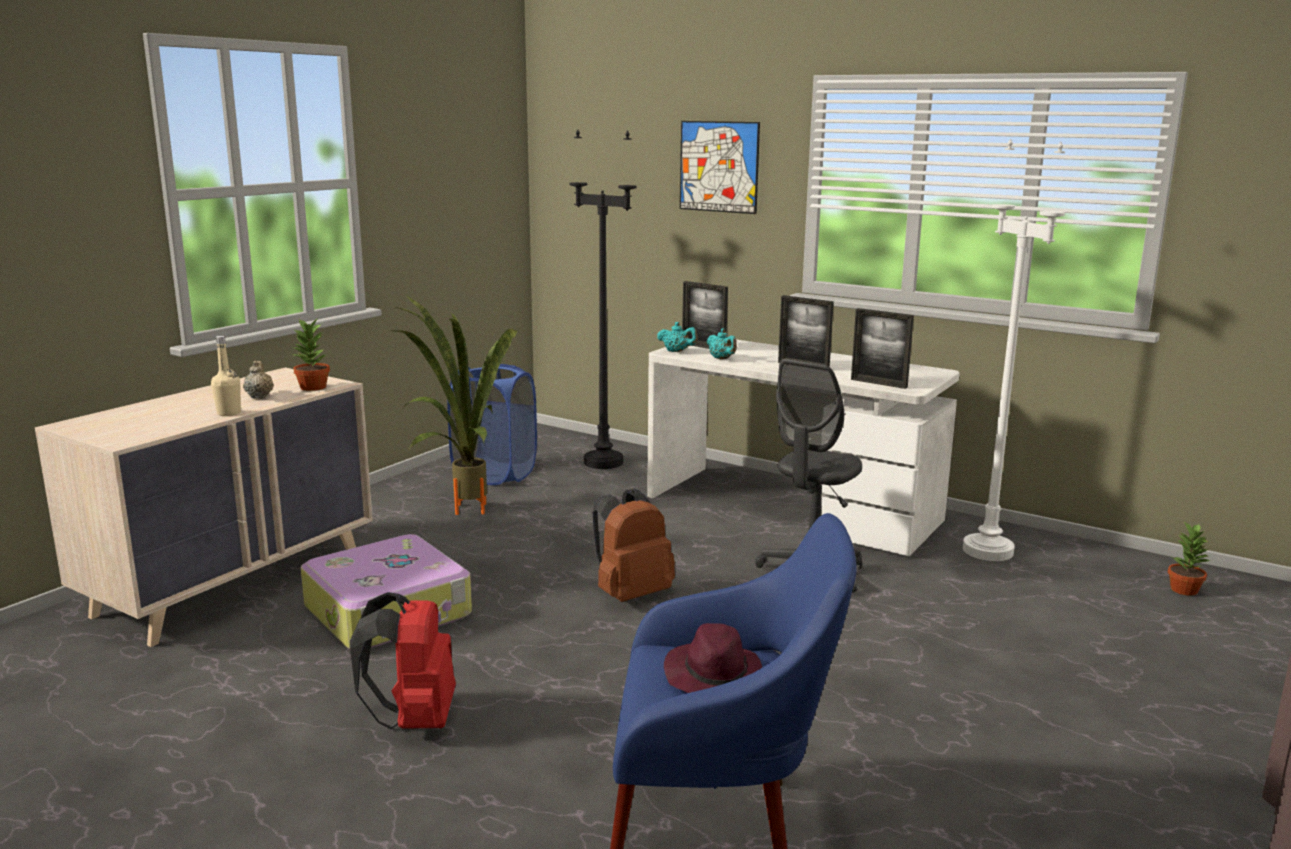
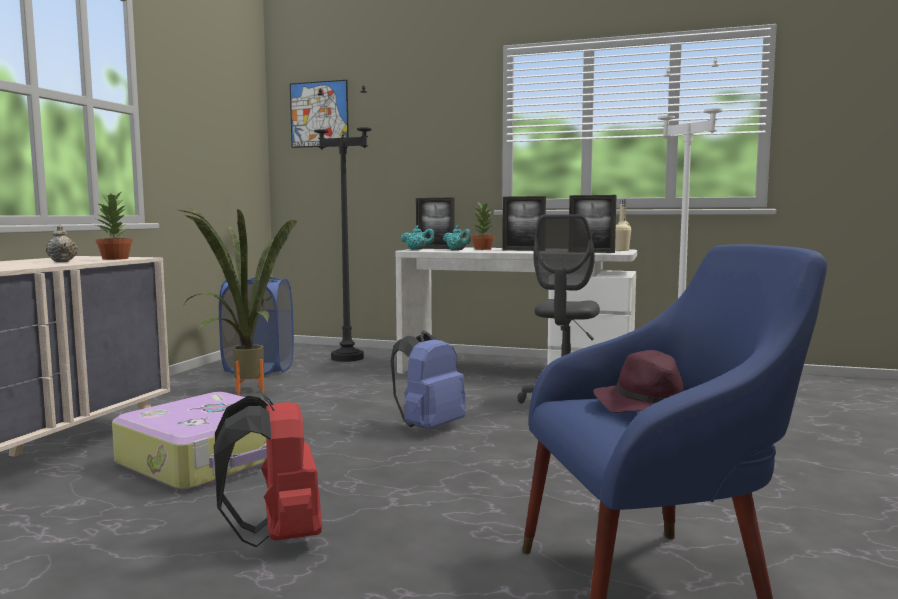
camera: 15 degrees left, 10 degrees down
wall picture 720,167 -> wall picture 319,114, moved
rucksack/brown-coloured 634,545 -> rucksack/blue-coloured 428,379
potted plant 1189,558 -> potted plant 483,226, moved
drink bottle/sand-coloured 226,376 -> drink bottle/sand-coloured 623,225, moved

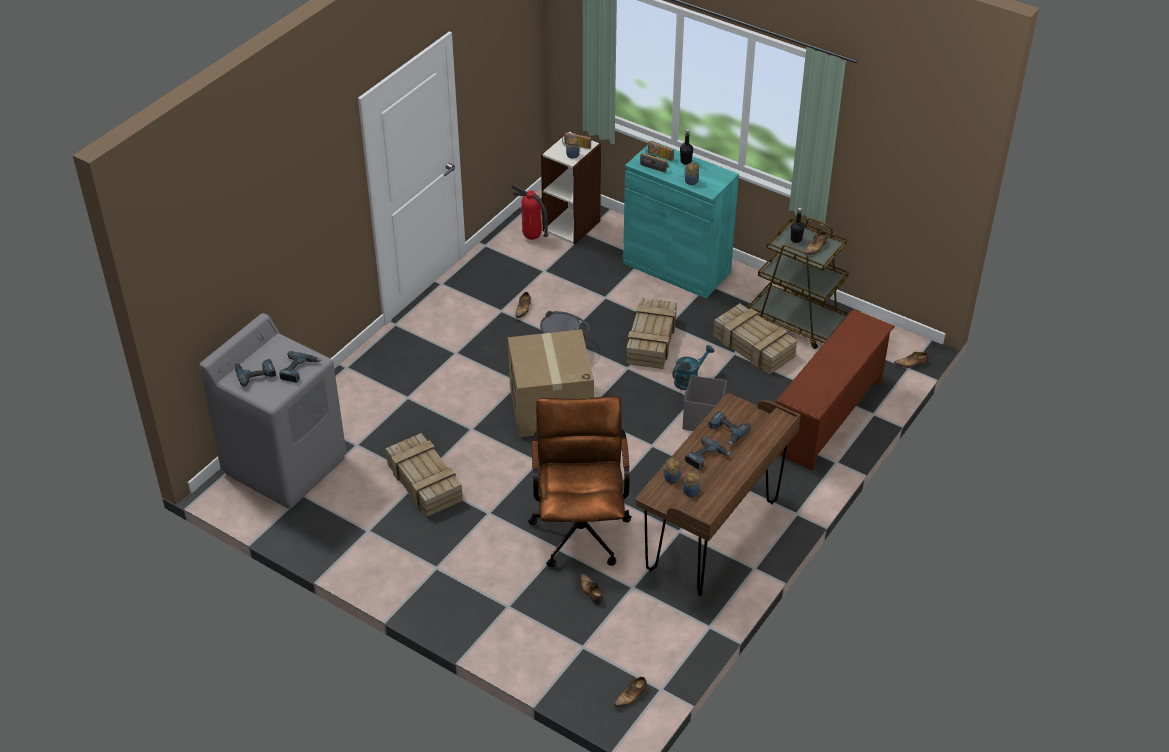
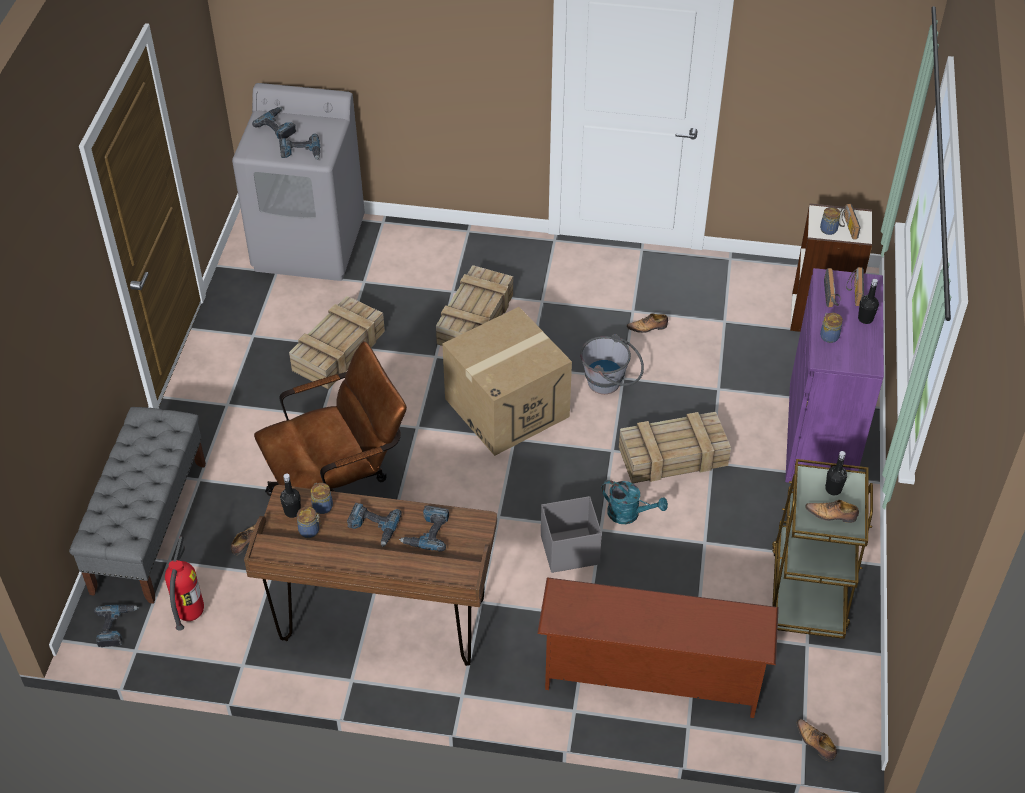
camera: 65 degrees right, 5 degrees up
none -> long seat/grey 137,505
low shoe 630,692 -> power drill 116,625
extinguisher 529,212 -> extinguisher 184,583, moved
none -> drink bottle/black-coloured 290,496
packing crate 755,338 -> packing crate 474,305, moved
cupboard/blue-green 681,219 -> cupboard/purple-coloured 834,375

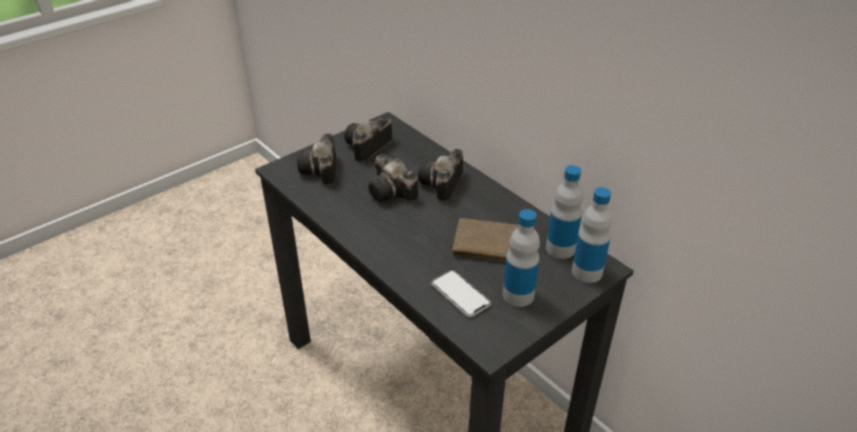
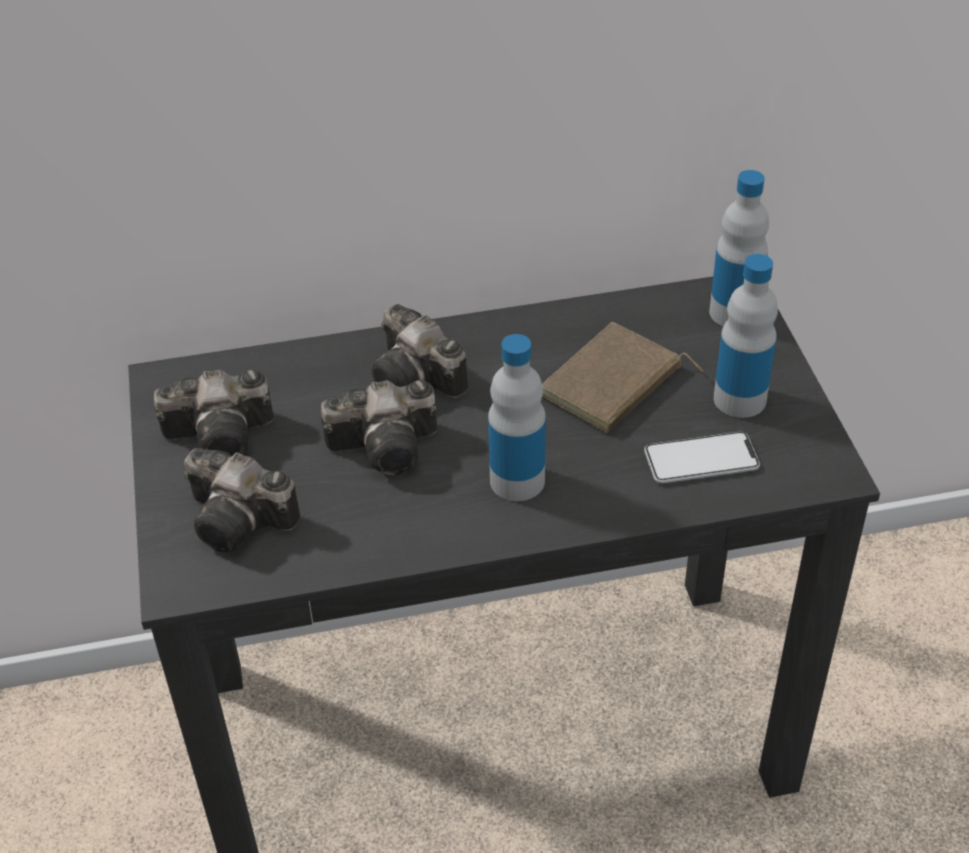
camera: 60 degrees left, 5 degrees up
still camera 368,140 -> still camera 213,412, 75 degrees counterclockwise
drink bottle 564,212 -> drink bottle 517,417, moved

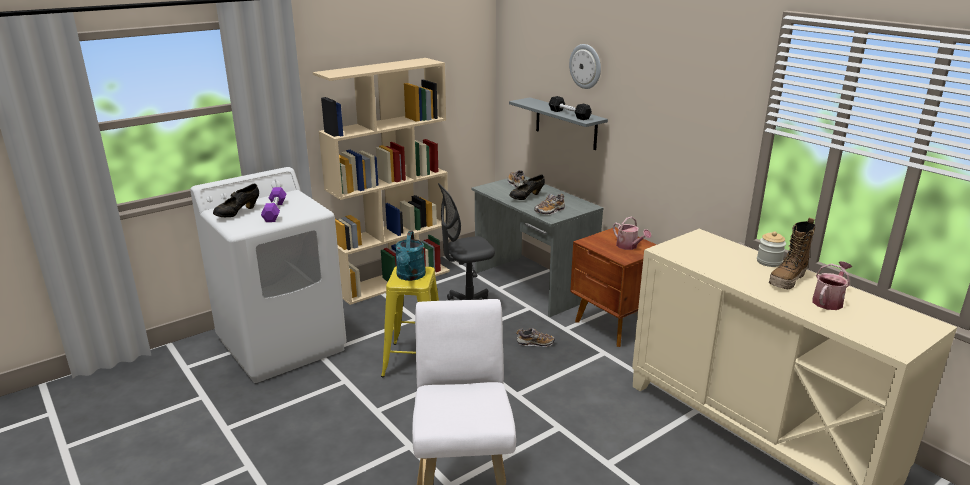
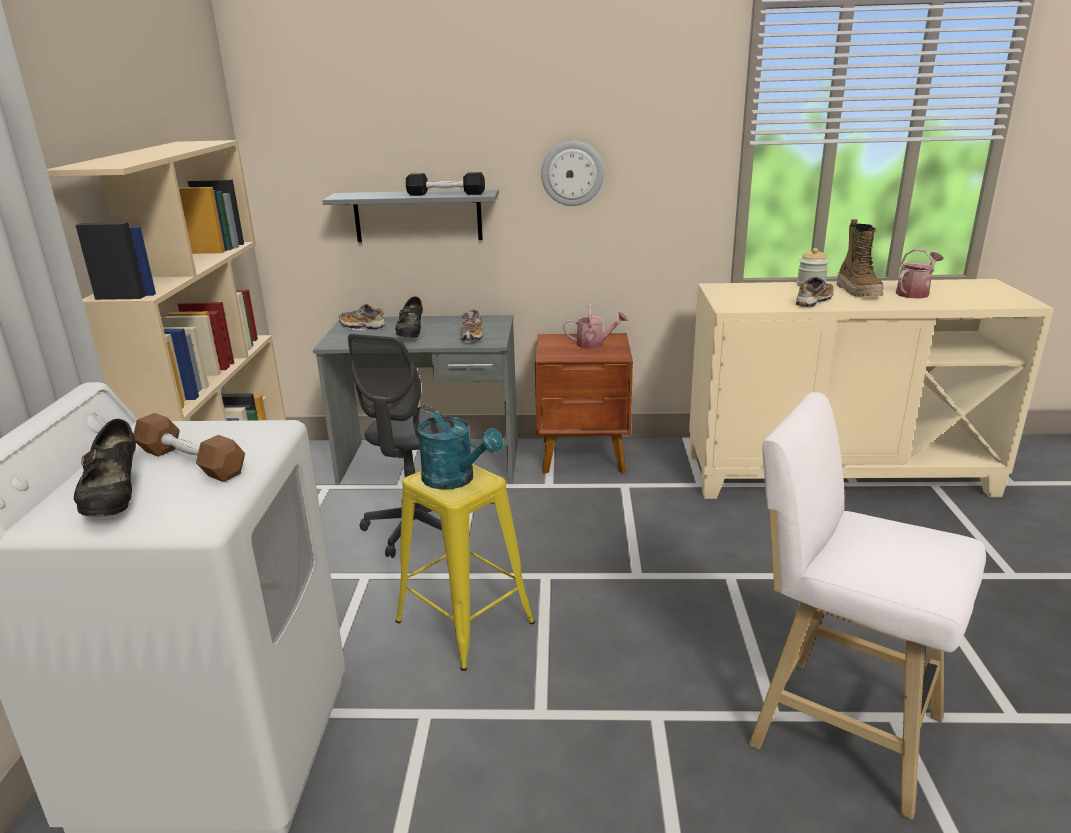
camera: 50 degrees left, 0 degrees up
dumbbell/purple-coloured 274,204 -> dumbbell/brown-coloured 189,447
clock on the wall 585,66 -> clock on the wall 572,173, moved
low shoe 535,337 -> low shoe 815,291, moved
watering can 832,285 -> watering can 920,274, 60 degrees clockwise

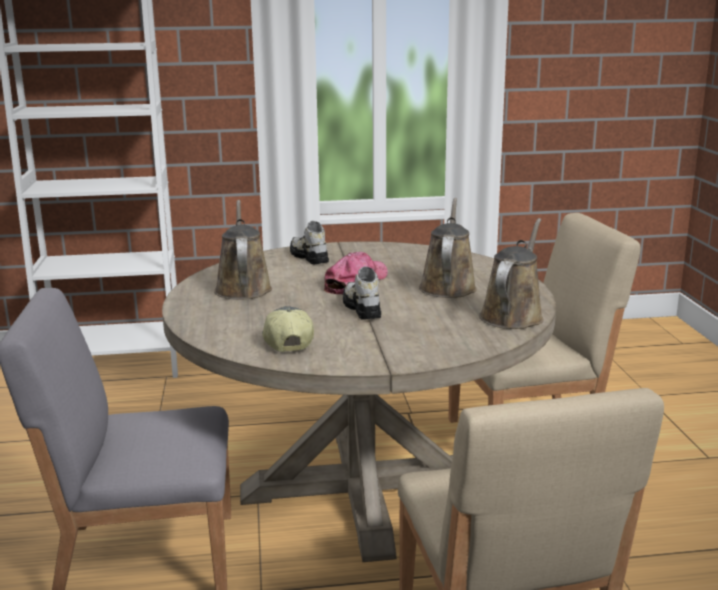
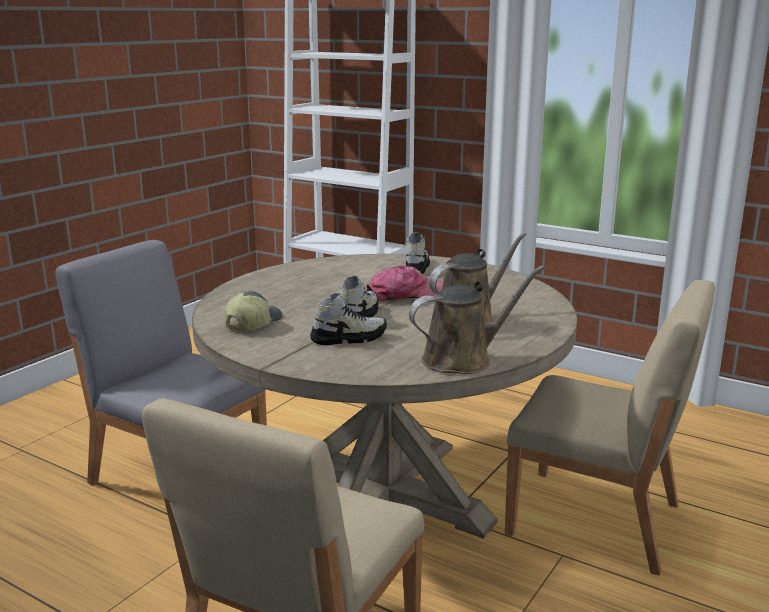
camera: 40 degrees right, 0 degrees up
none -> low shoe 348,319
watering can/brown-coloured 243,250 -> none

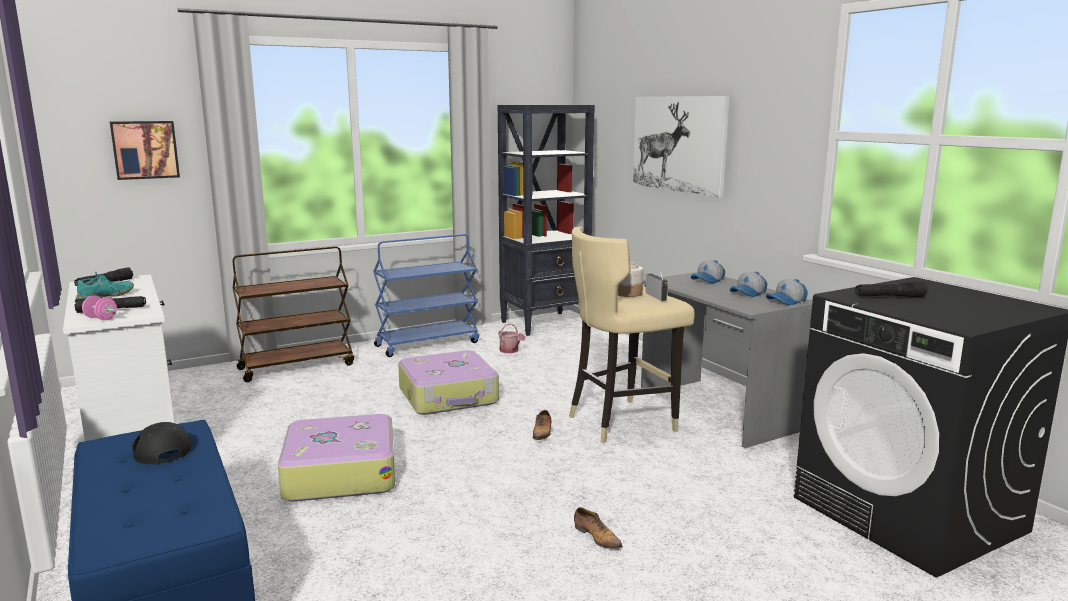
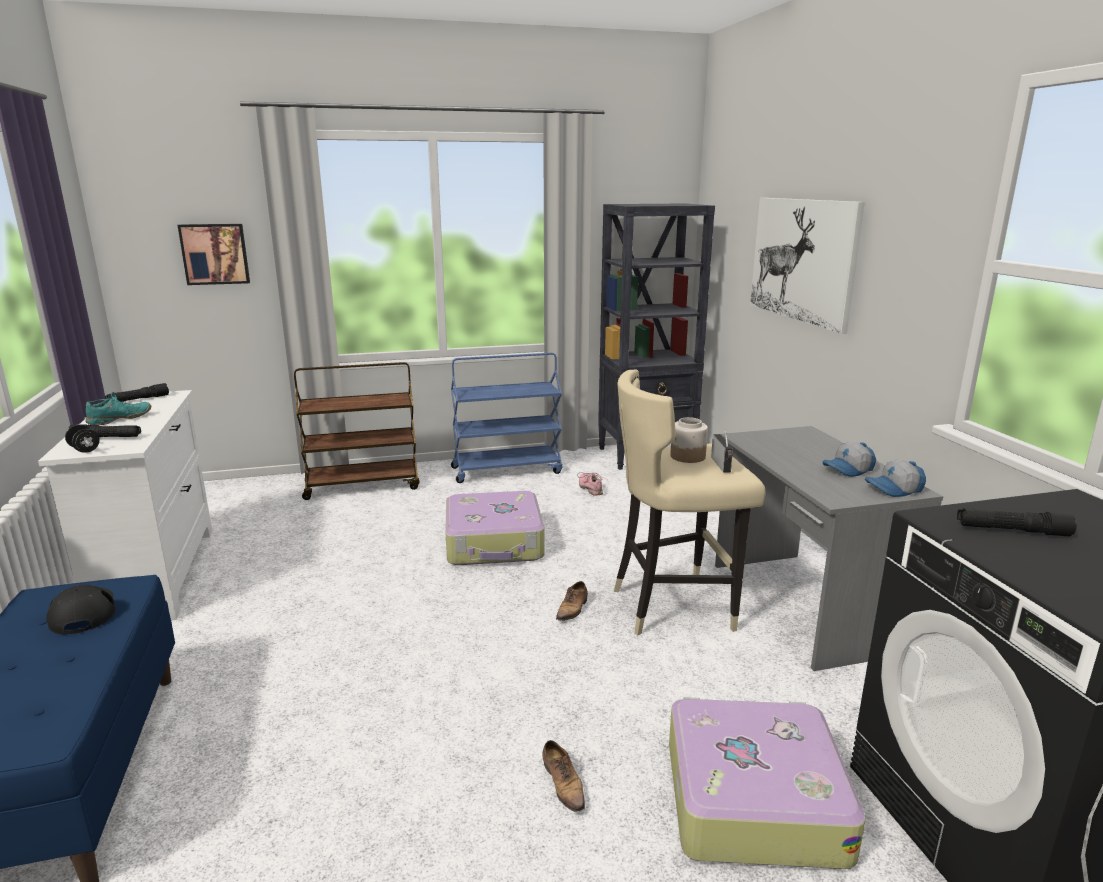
camera: 15 degrees right, 5 degrees up
dumbbell/pink 99,307 -> dumbbell/black-coloured 82,439
watering can 511,338 -> low shoe/pink 591,484
suitcase 336,458 -> suitcase 767,783, moved
cap 708,272 -> none

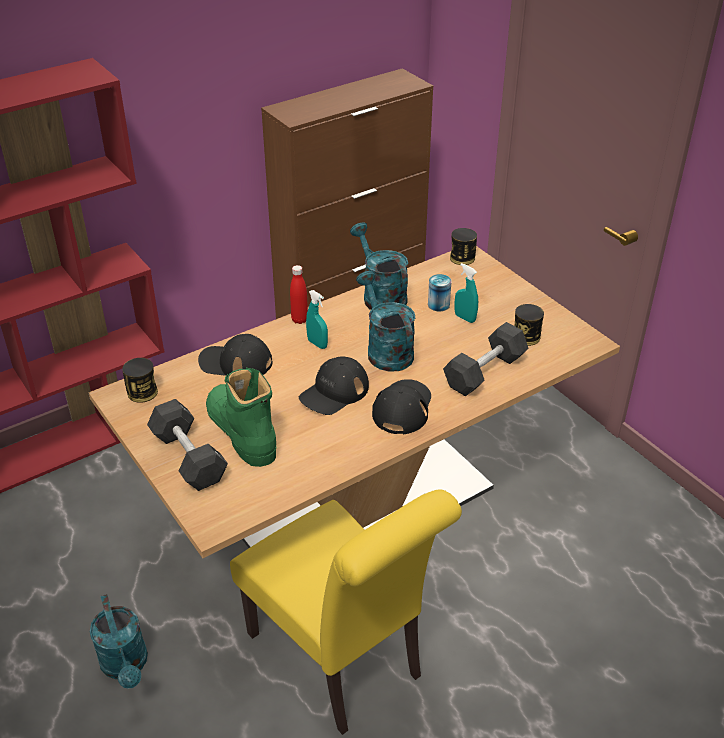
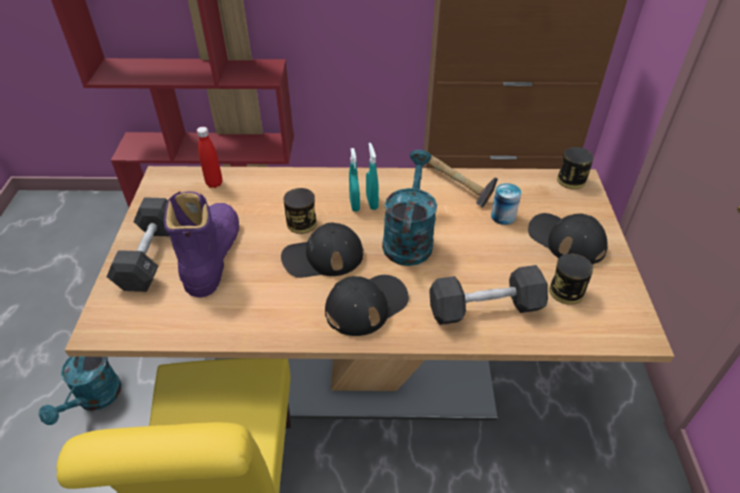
camera: 35 degrees right, 5 degrees up
tall boot/greenish 241,417 -> tall boot/purple-coloured 201,244
drink bottle/red-coloured 299,294 -> drink bottle/red-coloured 209,157, moved
sealed can 140,380 -> sealed can 300,211, moved
spray bottle/blue-green 466,293 -> spray bottle/blue-green 372,176, moved
watering can/blue-green 379,266 -> hammer 461,178
cap/black-coloured 235,355 -> cap/black-coloured 568,239, moved

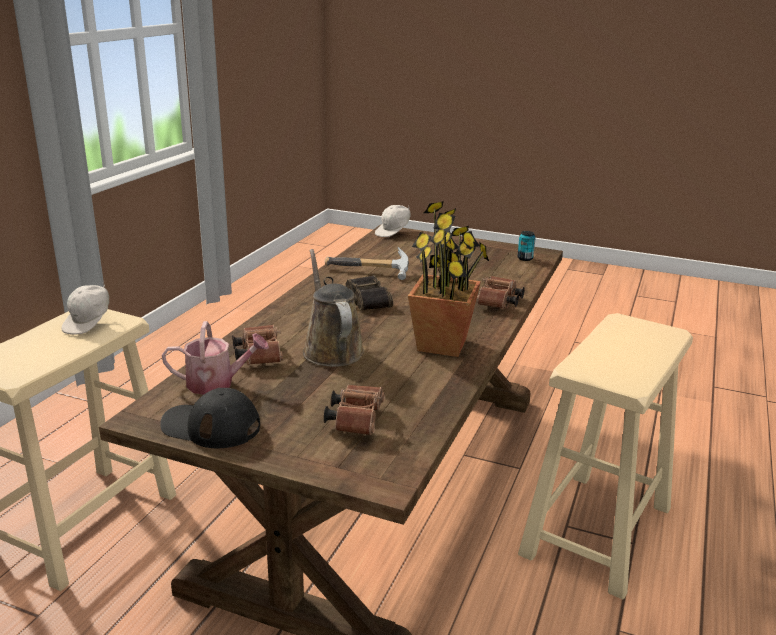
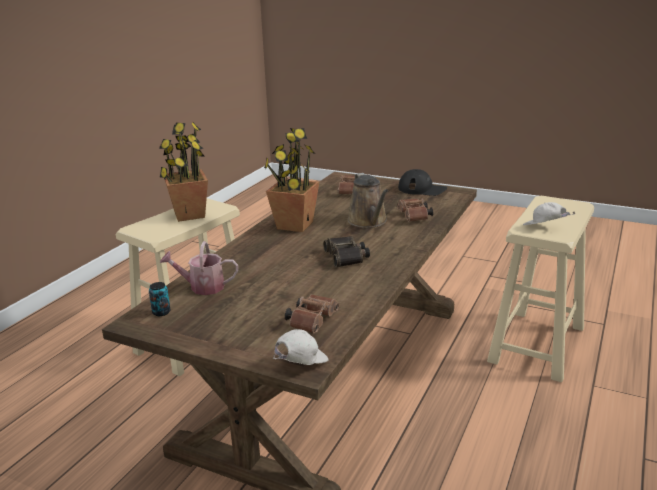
camera: 175 degrees left, 0 degrees up
none -> potted plant 183,172
watering can 215,358 -> watering can 199,268, moved
field glasses/brown-coloured 500,292 -> field glasses/brown-coloured 312,313, moved
cap/white-coloured 85,309 -> cap/white-coloured 549,213, 75 degrees counterclockwise
hammer 367,263 -> none

